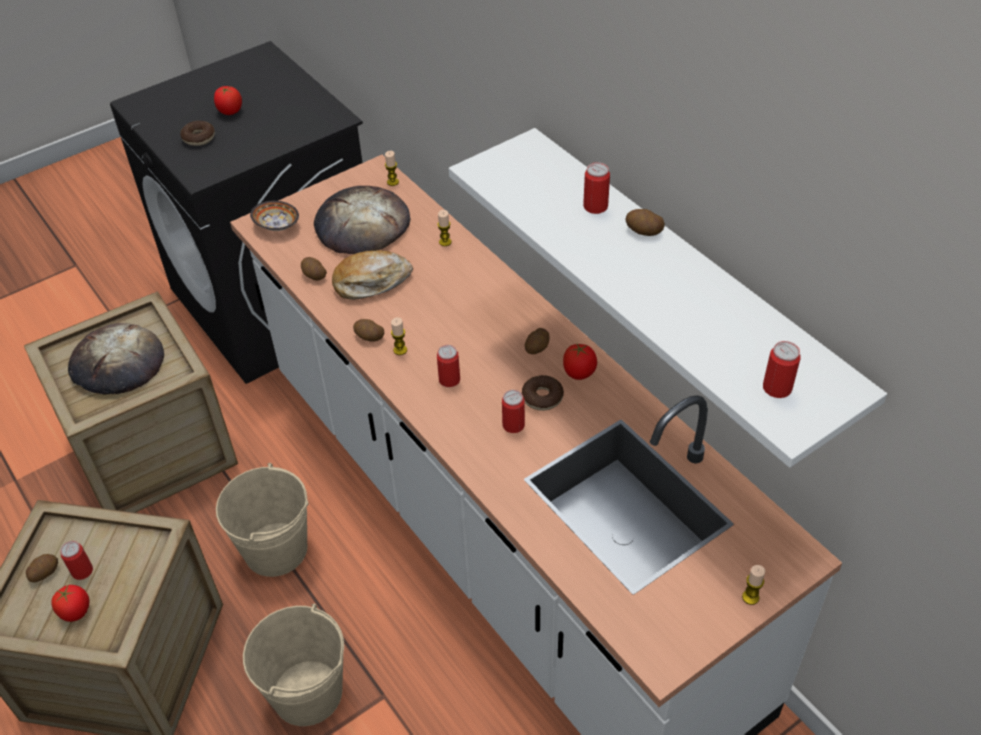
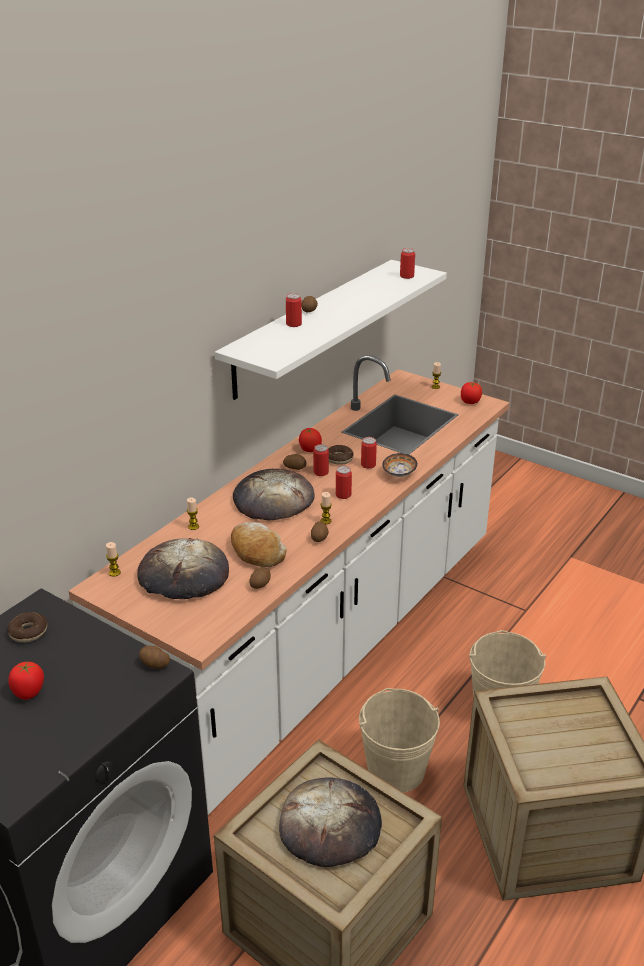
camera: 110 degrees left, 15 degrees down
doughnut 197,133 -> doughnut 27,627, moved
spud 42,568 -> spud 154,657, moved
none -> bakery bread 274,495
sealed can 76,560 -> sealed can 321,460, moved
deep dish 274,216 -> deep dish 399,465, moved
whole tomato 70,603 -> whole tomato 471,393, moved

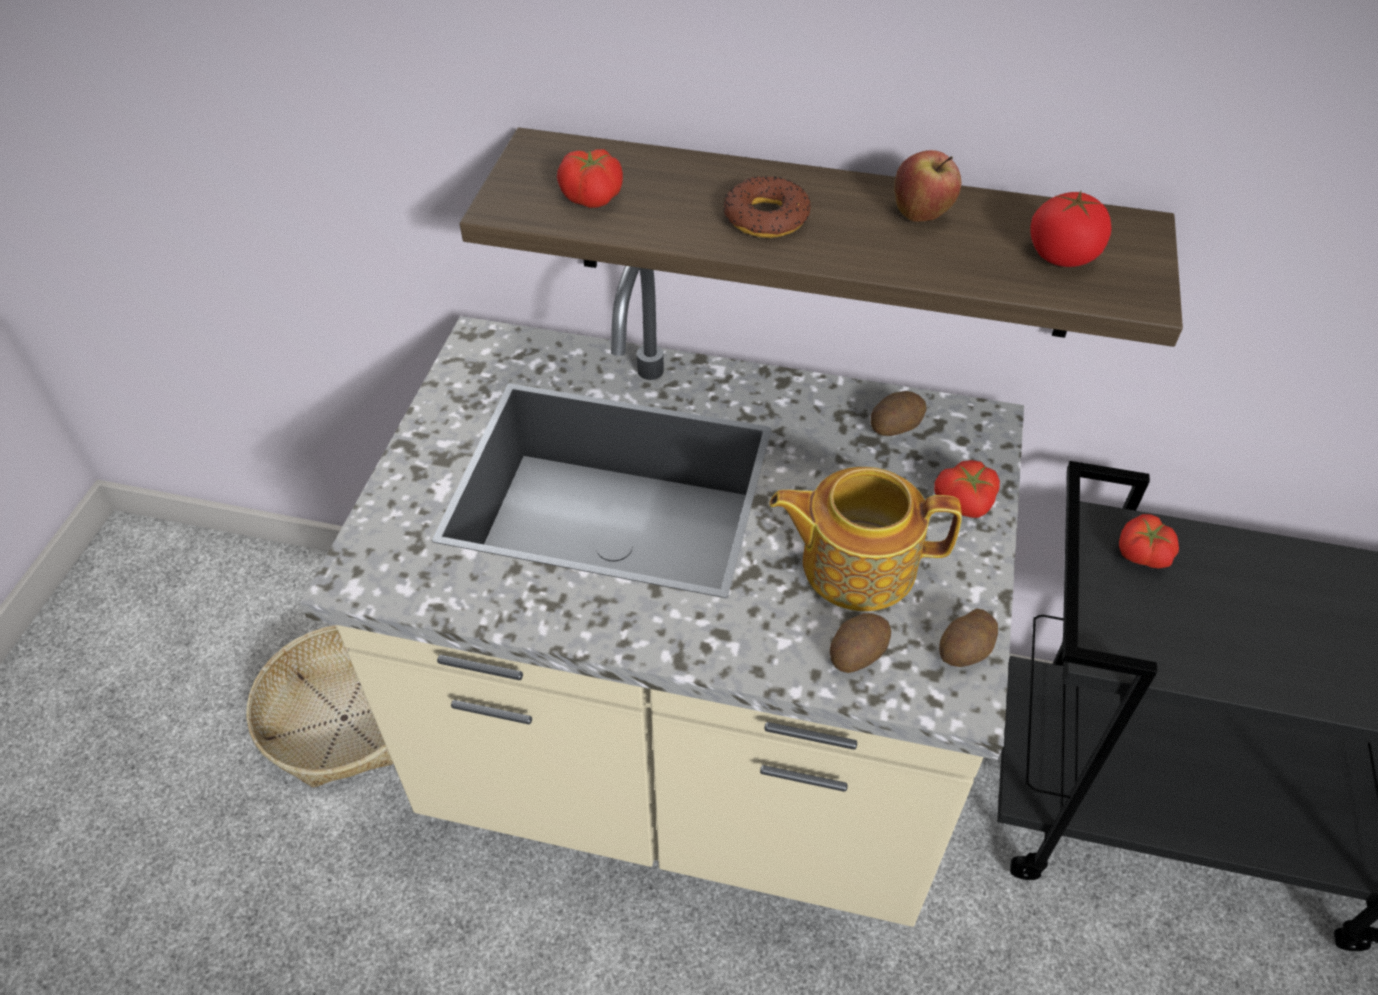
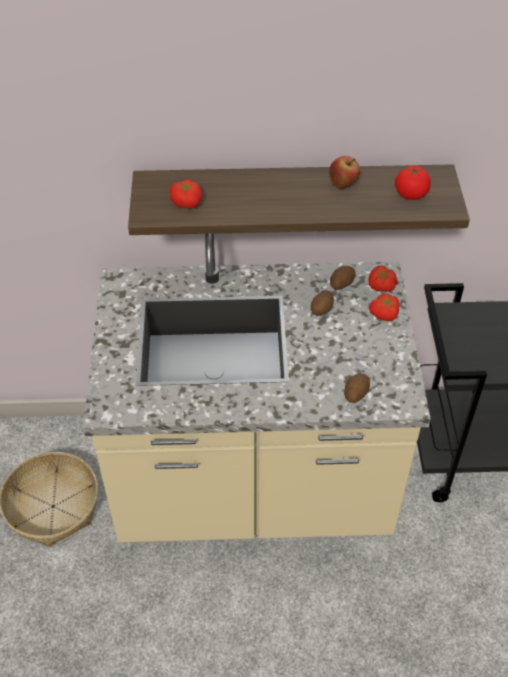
camera: 15 degrees left, 0 degrees up
spud 968,637 -> spud 322,303, moved
whole tomato 1149,541 -> whole tomato 382,278, moved
doughnut 767,207 -> none
tea pot 865,539 -> none

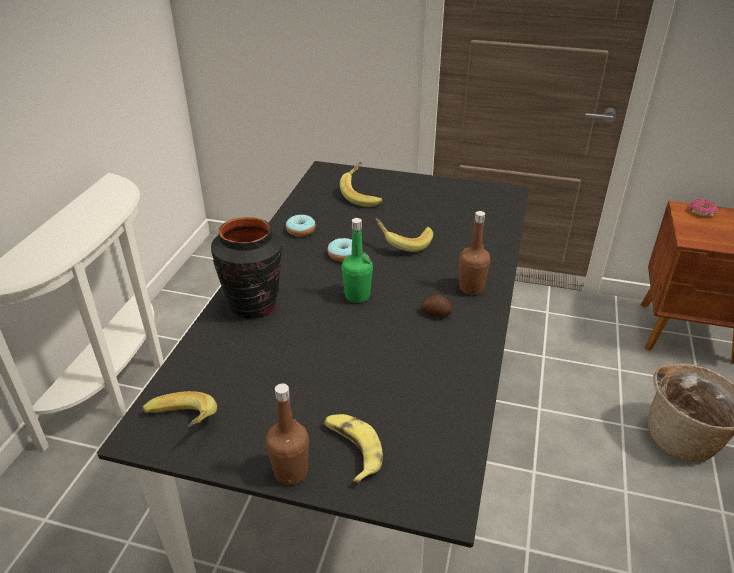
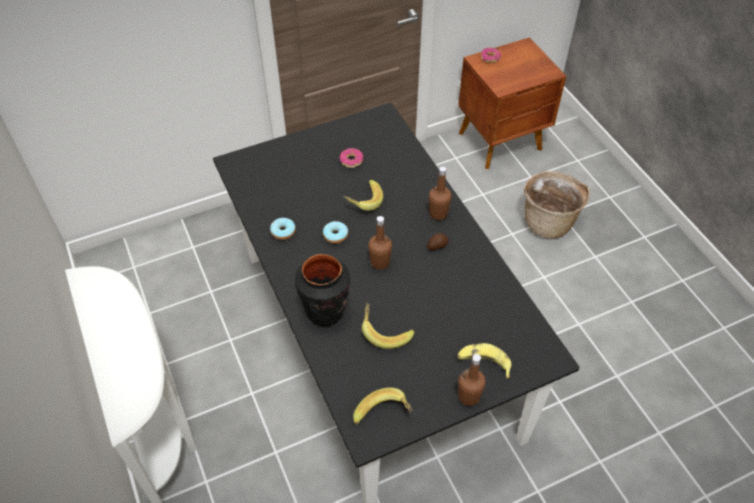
camera: 40 degrees left, 15 degrees up
none -> doughnut 351,158
banana fruit 361,184 -> banana fruit 388,325, moved
drink bottle/greenish 357,260 -> drink bottle/brown-coloured 380,243

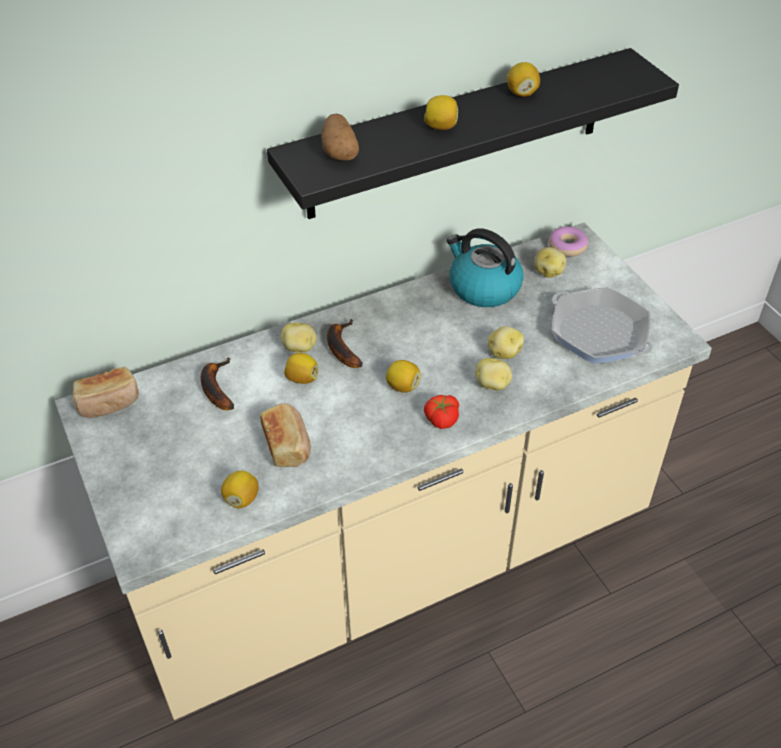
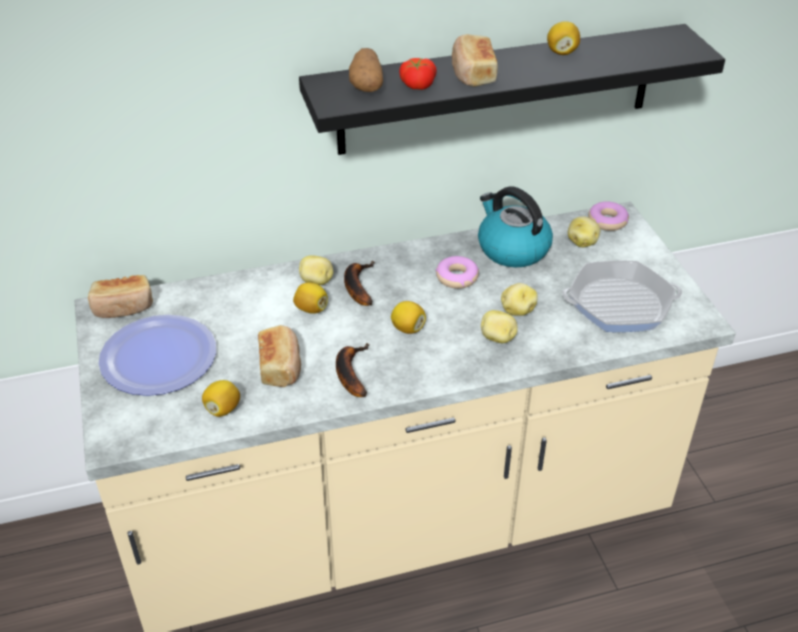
camera: 10 degrees right, 5 degrees down
none -> plate 157,355
banana fruit 217,383 -> banana fruit 353,370, moved
whole tomato 441,412 -> whole tomato 418,74, moved
none -> doughnut 457,272
citrus fruit 441,112 -> bakery bread 475,60
frying pan 602,325 -> frying pan 622,296, 120 degrees clockwise

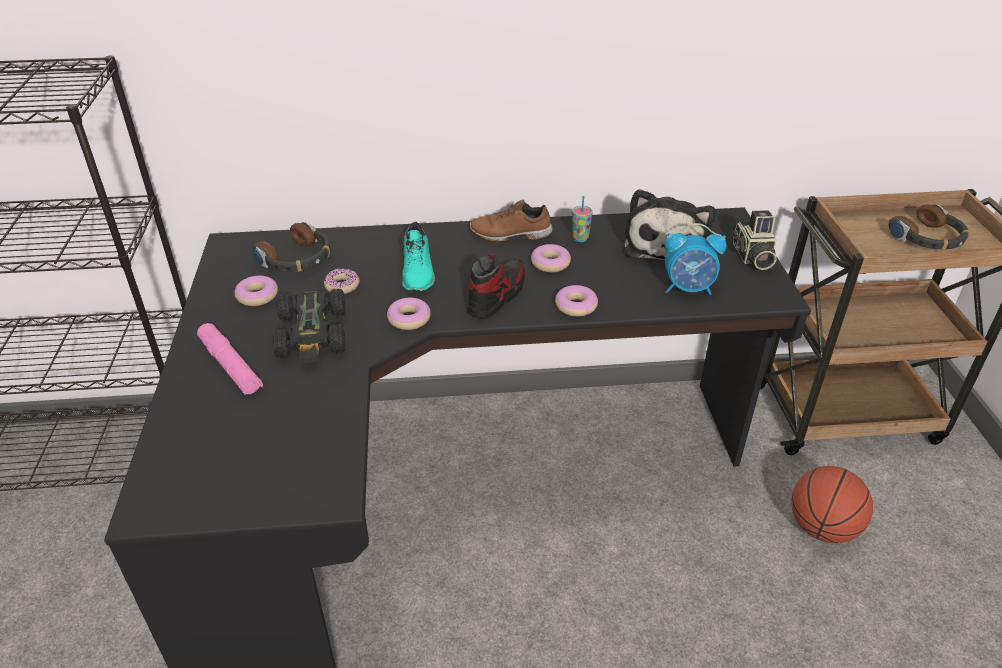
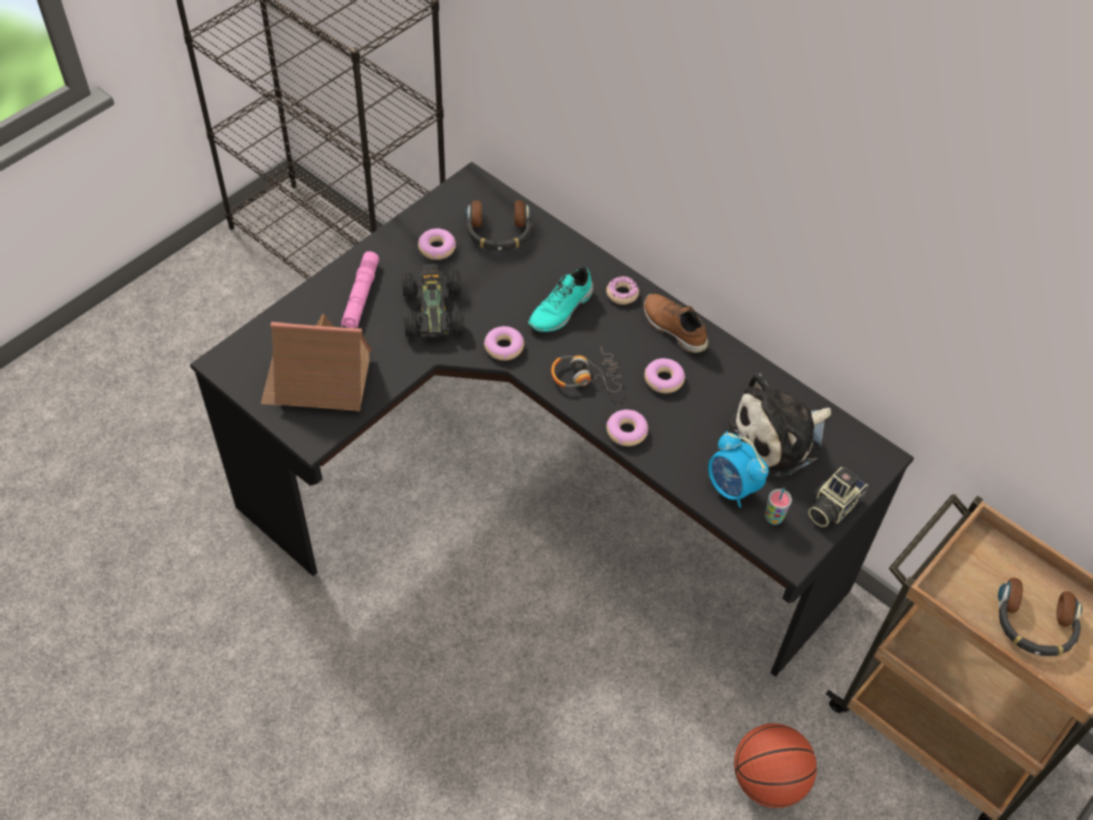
camera: 45 degrees right, 15 degrees up
none -> miniature house 316,362
model car/black-coloured 309,326 -> model car/black-coloured 433,301, 135 degrees clockwise
low shoe 496,286 -> headset 586,369
doughnut 342,281 -> doughnut 622,290, moved
small cup 582,219 -> small cup 778,506, moved

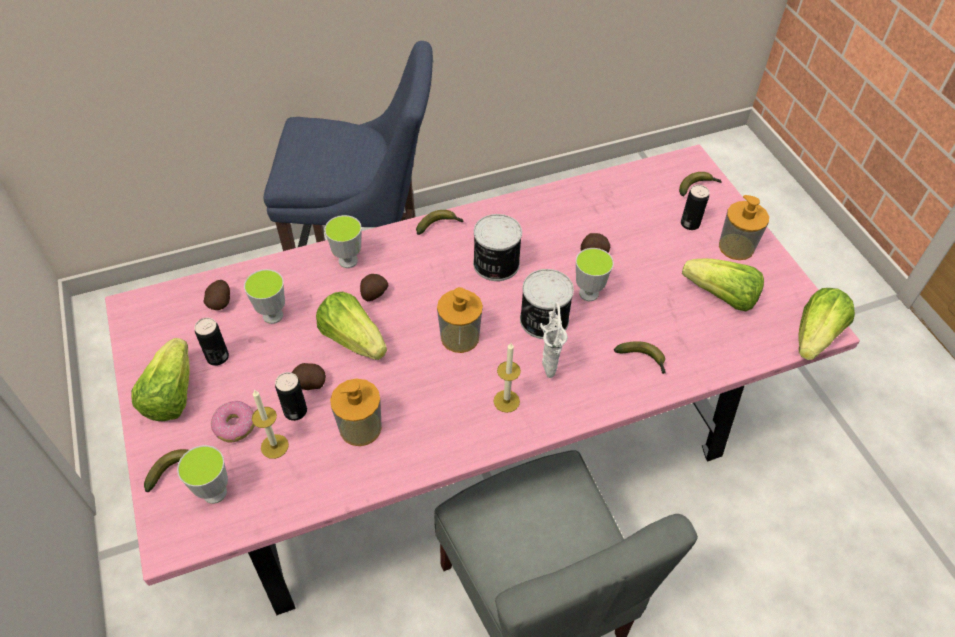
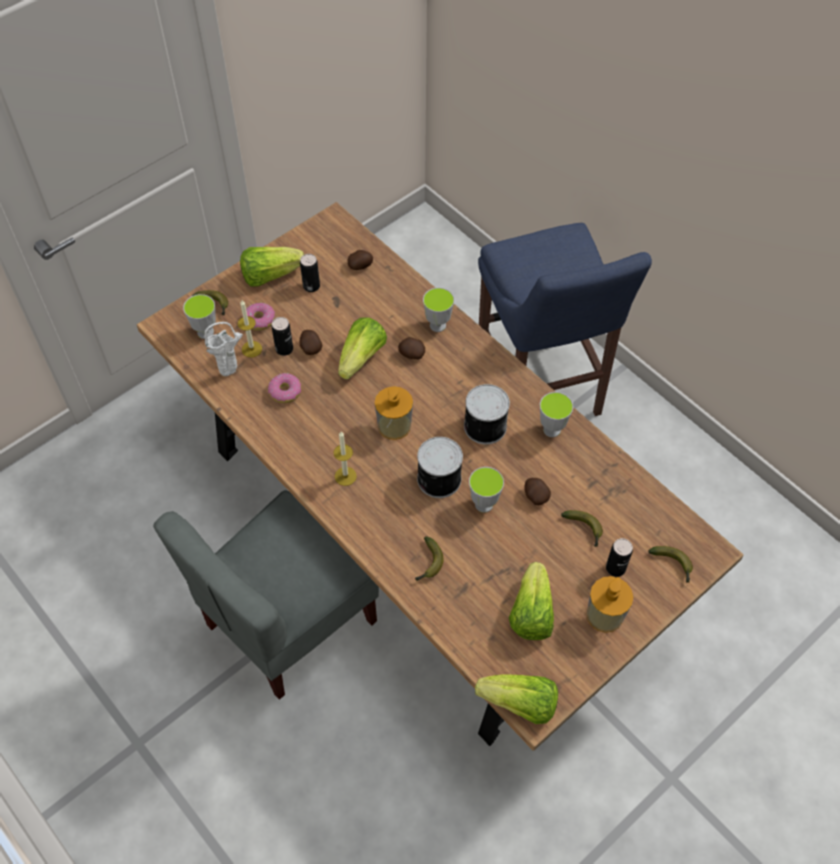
camera: 70 degrees right, 5 degrees up
dining table/pink 482,380 -> dining table/brown-coloured 440,476
vase/white-coloured 554,340 -> vase/white-coloured 224,349, moved
soap dispenser 356,412 -> doughnut 284,388
small cup 264,296 -> small cup 556,414, moved
banana fruit 440,222 -> banana fruit 582,528, moved

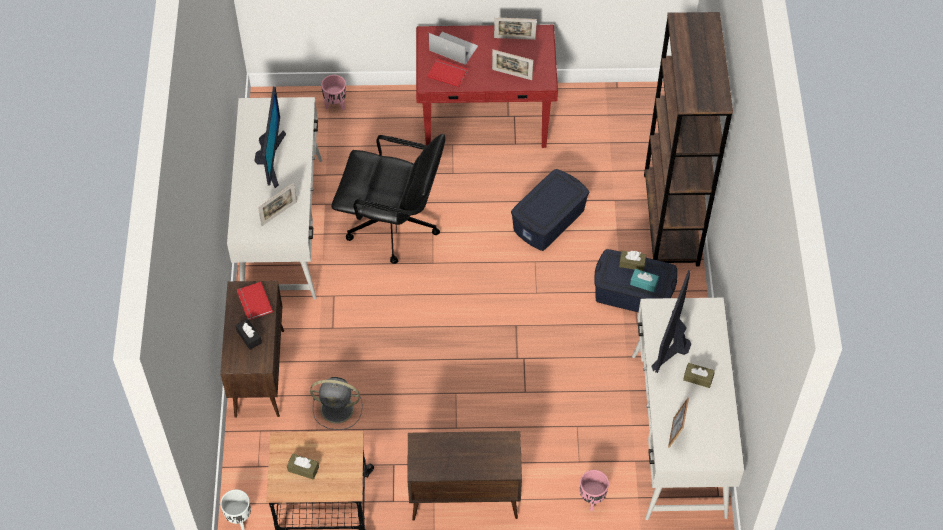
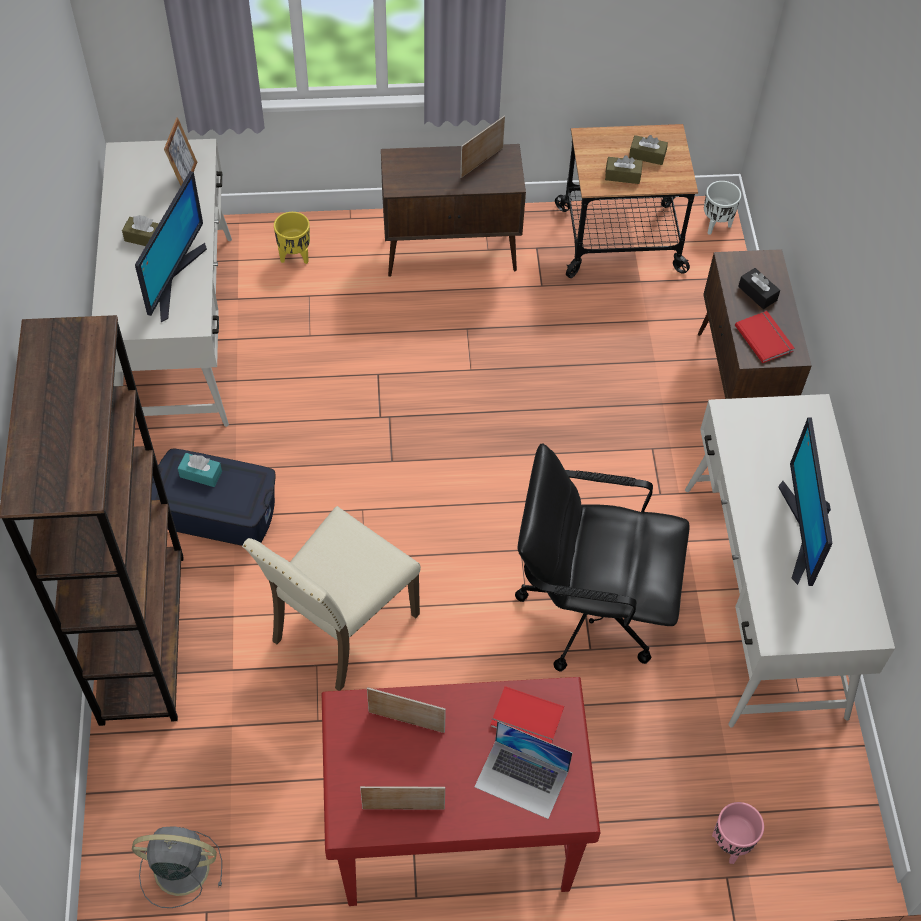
camera: 175 degrees right, 0 degrees up
fan/grey 336,403 -> fan/grey 177,867, moved
storage box/blue-coloured 550,210 -> chair/sand-coloured 331,598
flower pot/pink 594,490 -> flower pot/yellow-coloured 292,238
picture frame 277,204 -> picture frame 482,147, moved
tissue box/brown-coloured 632,261 -> tissue box/brown-coloured 624,169, moved

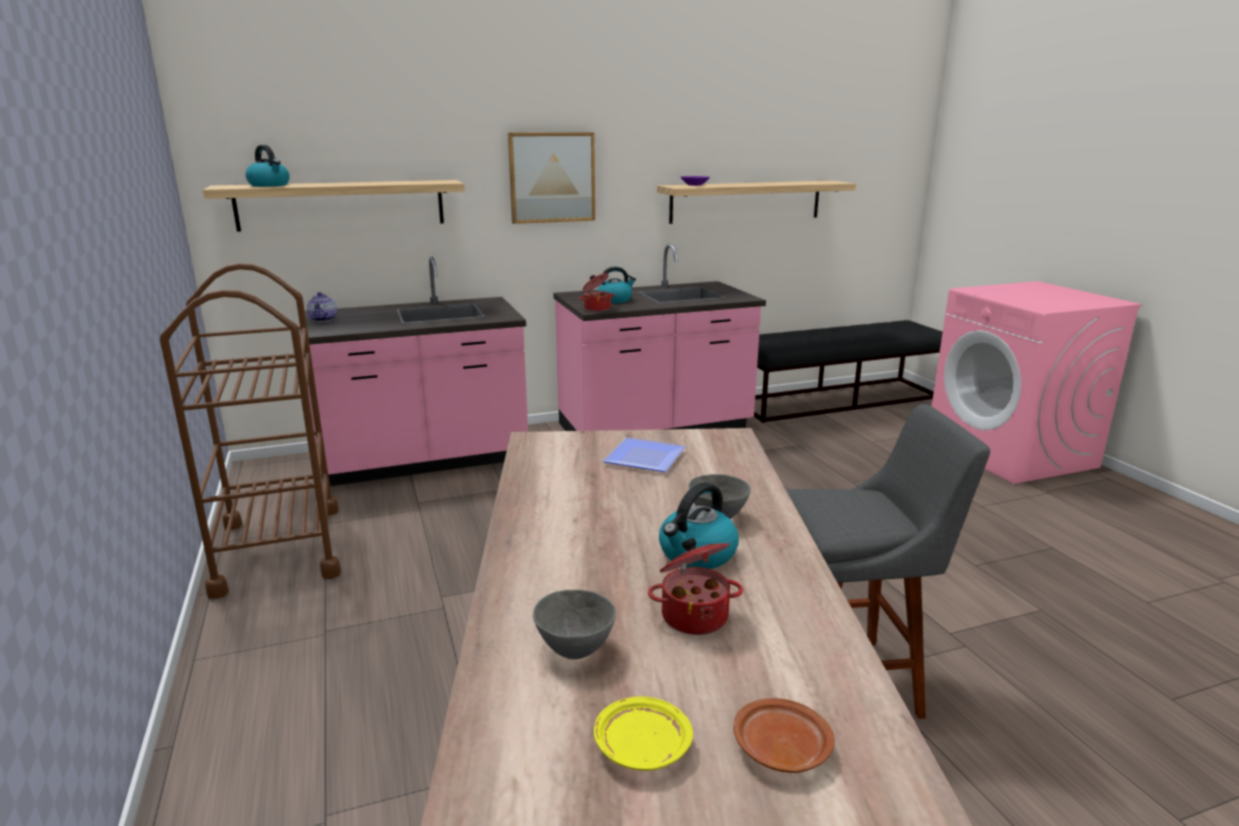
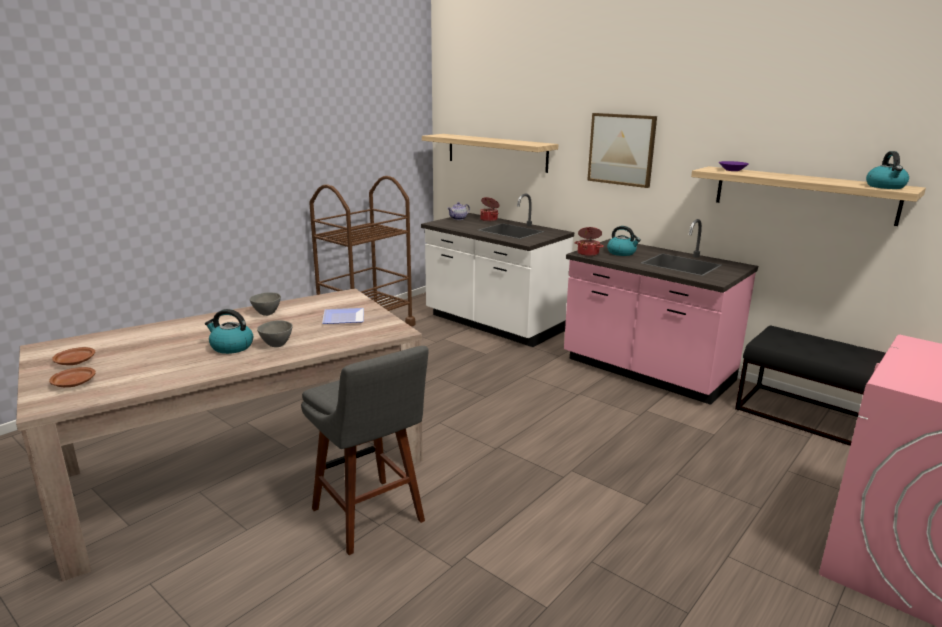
camera: 60 degrees right, 0 degrees up
plate/yellow-coloured 643,733 -> plate/brown-coloured 73,356
deep dish/grey 574,624 -> deep dish/grey 265,304, moved
counter/pink 413,371 -> counter/white-coloured 497,270
cooking pot 695,586 -> cooking pot 490,209, moved
tea kettle 267,166 -> tea kettle 887,170, moved

